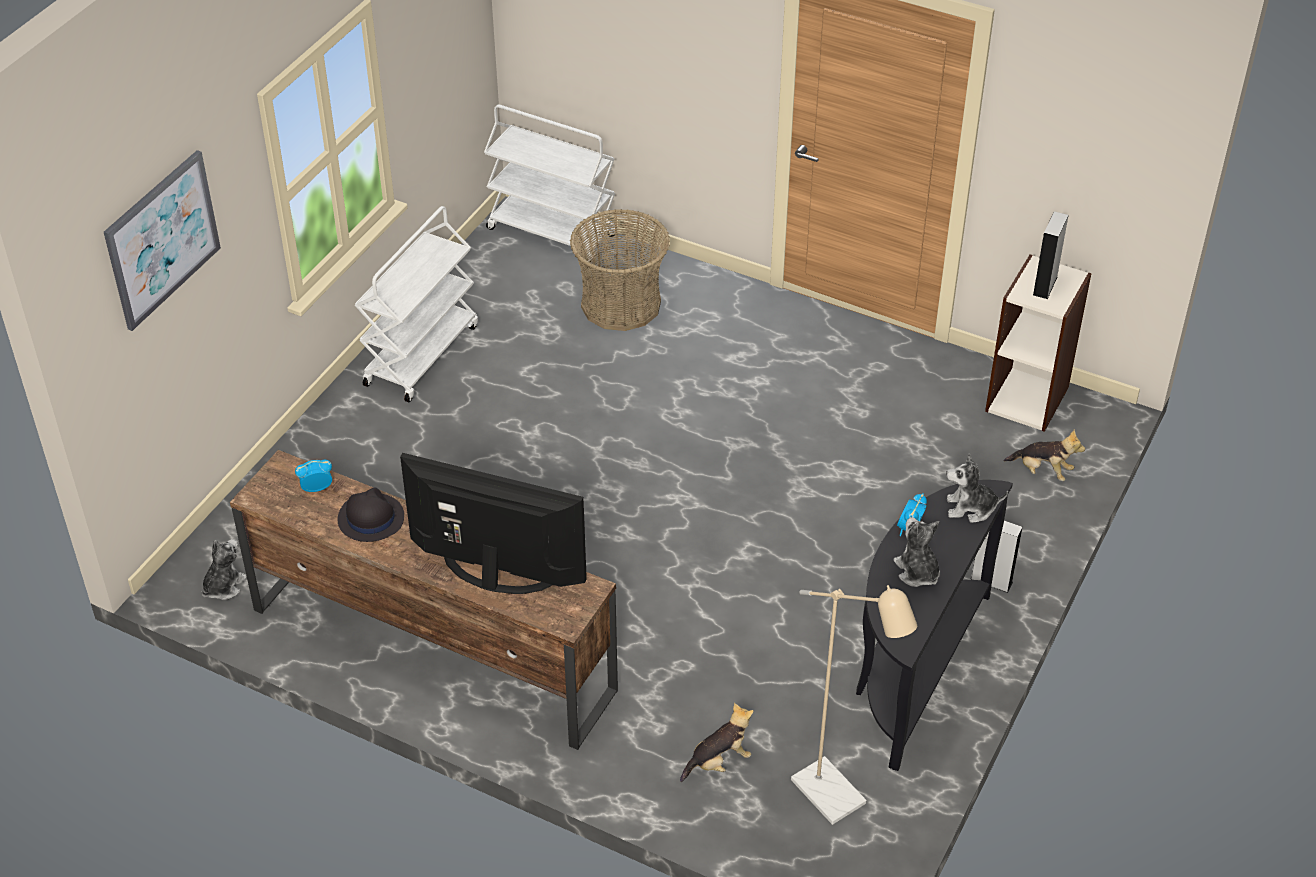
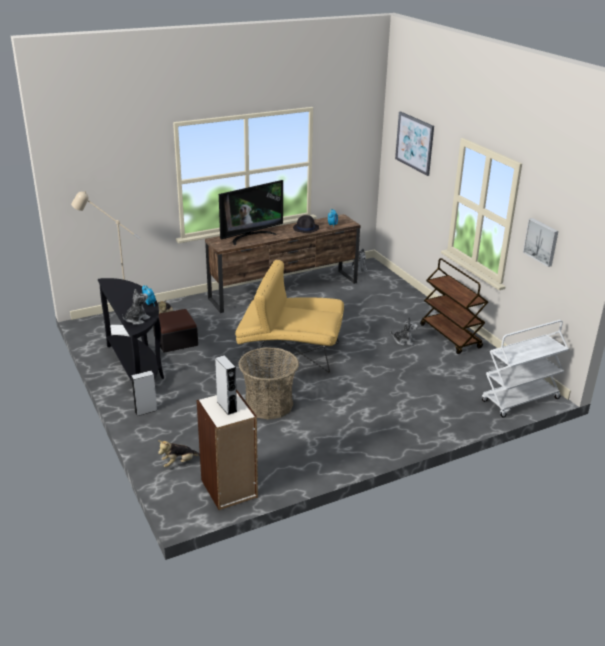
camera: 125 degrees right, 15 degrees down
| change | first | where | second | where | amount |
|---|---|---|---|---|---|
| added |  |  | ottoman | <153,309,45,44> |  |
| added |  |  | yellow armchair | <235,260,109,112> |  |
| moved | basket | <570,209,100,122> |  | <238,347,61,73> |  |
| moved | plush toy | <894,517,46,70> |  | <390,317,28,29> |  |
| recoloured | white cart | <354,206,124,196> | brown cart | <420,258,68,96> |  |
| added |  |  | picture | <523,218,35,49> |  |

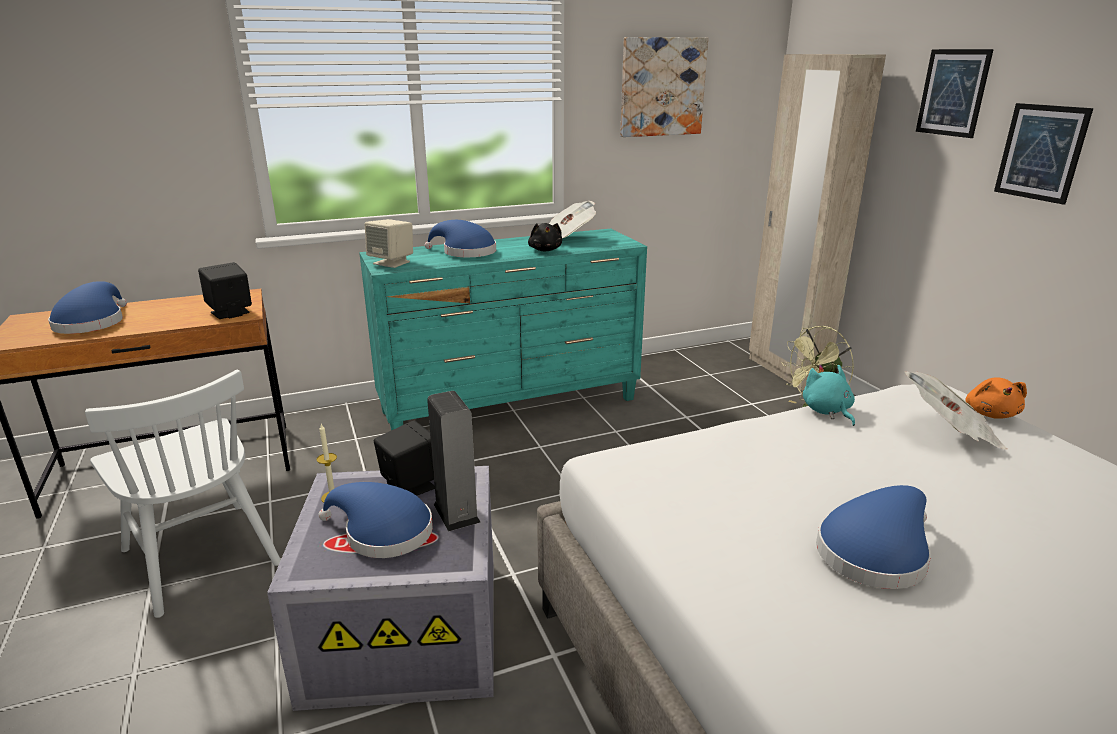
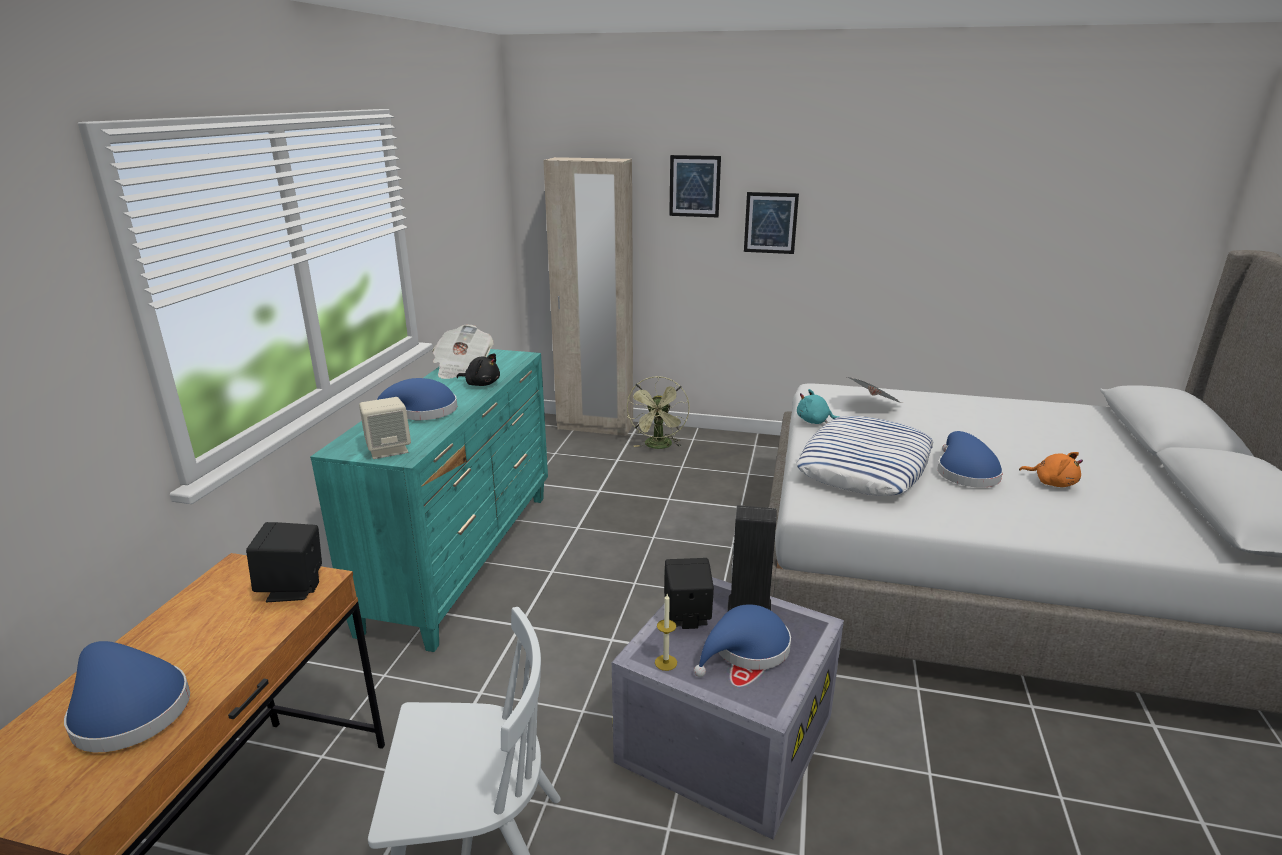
camera: 55 degrees left, 0 degrees up
| change | first | where | second | where | amount |
|---|---|---|---|---|---|
| added |  |  | pillow | <796,416,138,80> |  |
| moved | orange plush toy | <965,377,62,42> |  | <1019,452,64,35> |  |
| removed | picture | <620,37,88,100> |  |  |  |

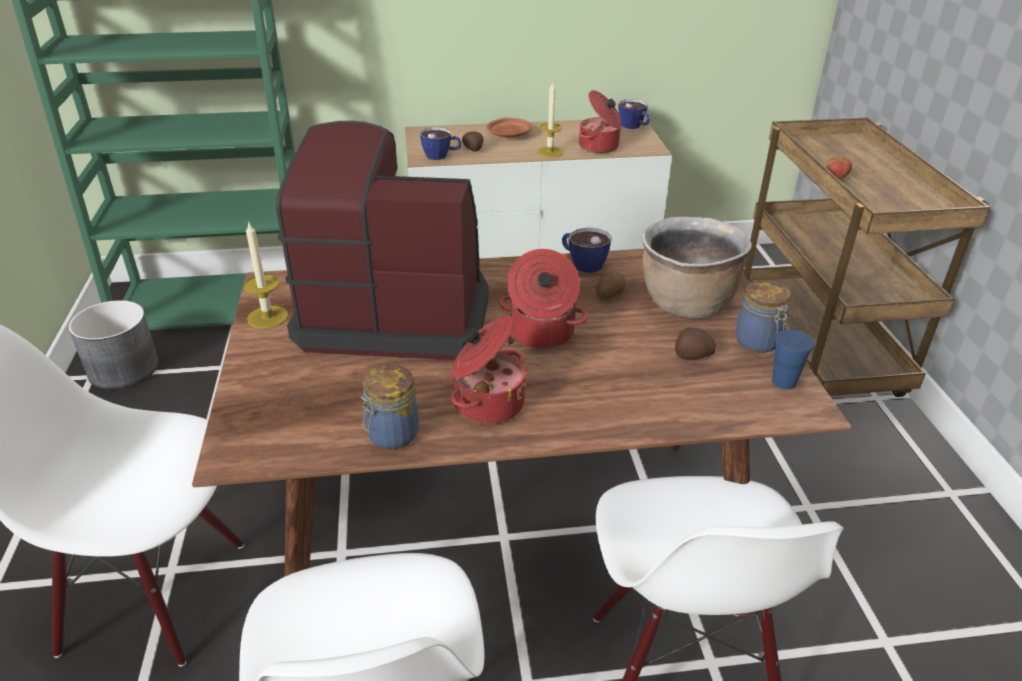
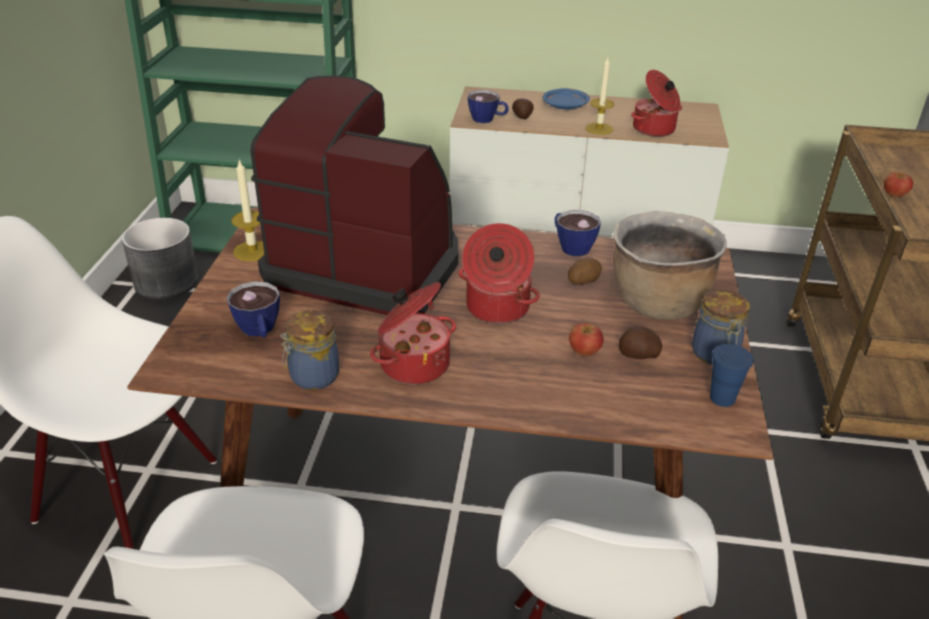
camera: 15 degrees right, 0 degrees up
| change | first | where | second | where | amount |
|---|---|---|---|---|---|
| moved | cup | <618,99,32,30> |  | <227,281,53,57> |  |
| recoloured | brown plate | <487,118,45,20> | blue plate | <543,88,47,22> |  |
| added |  |  | apple | <569,323,35,33> |  |

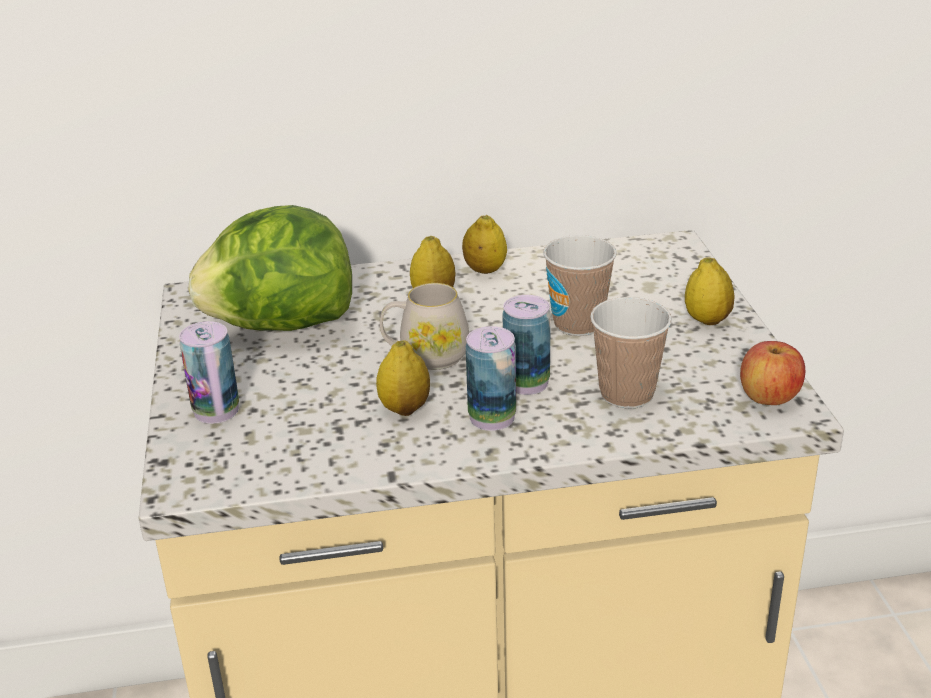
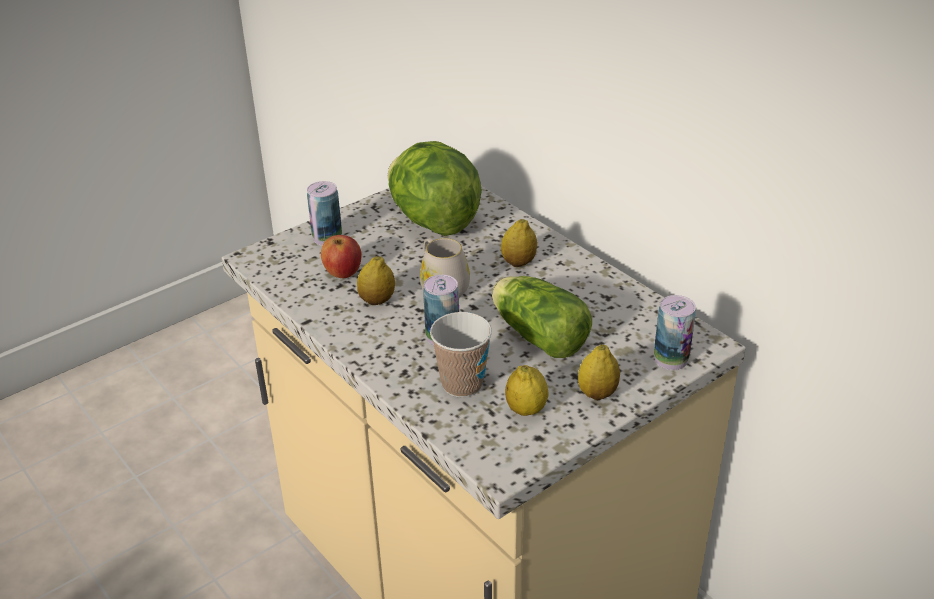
camera: 60 degrees right, 5 degrees up
| change | first | where | second | where | amount |
|---|---|---|---|---|---|
| moved | apple | <740,341,65,64> |  | <321,235,40,43> |  |
| replaced | cup | <543,235,74,101> | lettuce | <492,276,100,82> |  |
| moved | lemon | <462,215,45,59> |  | <505,365,43,51> |  |
| moved | can | <466,326,50,105> |  | <654,295,42,75> |  |

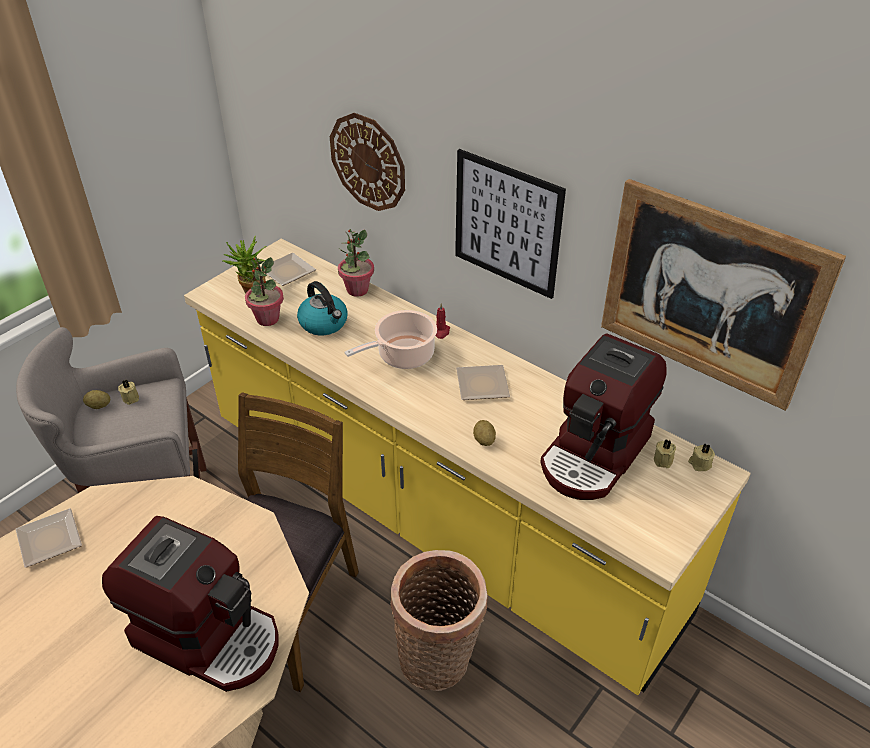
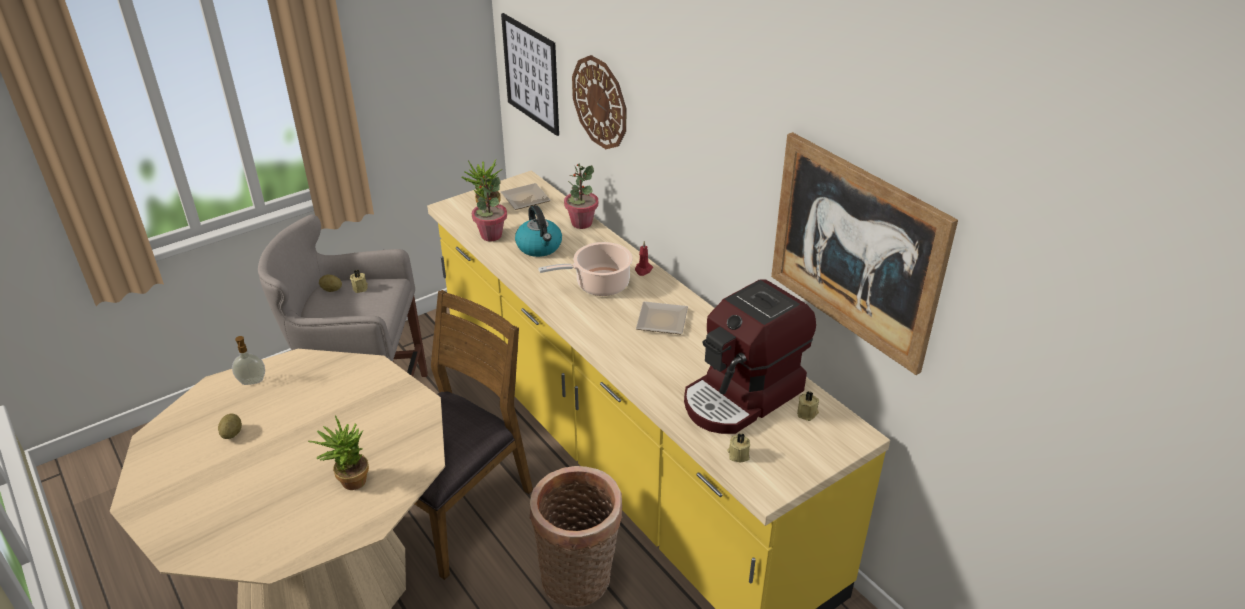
camera: 15 degrees right, 5 degrees down
| change | first | where | second | where | amount |
|---|---|---|---|---|---|
| moved | potato | <473,420,23,26> |  | <218,414,24,25> |  |
| replaced | plate | <16,508,66,60> | soap dispenser | <232,336,33,49> |  |
| replaced | coffee machine | <102,516,177,176> | potted plant | <308,415,61,75> |  |
| moved | picture | <455,149,111,150> |  | <501,13,58,123> |  |
| moved | beige candle | <688,443,27,28> |  | <727,433,23,29> |  |

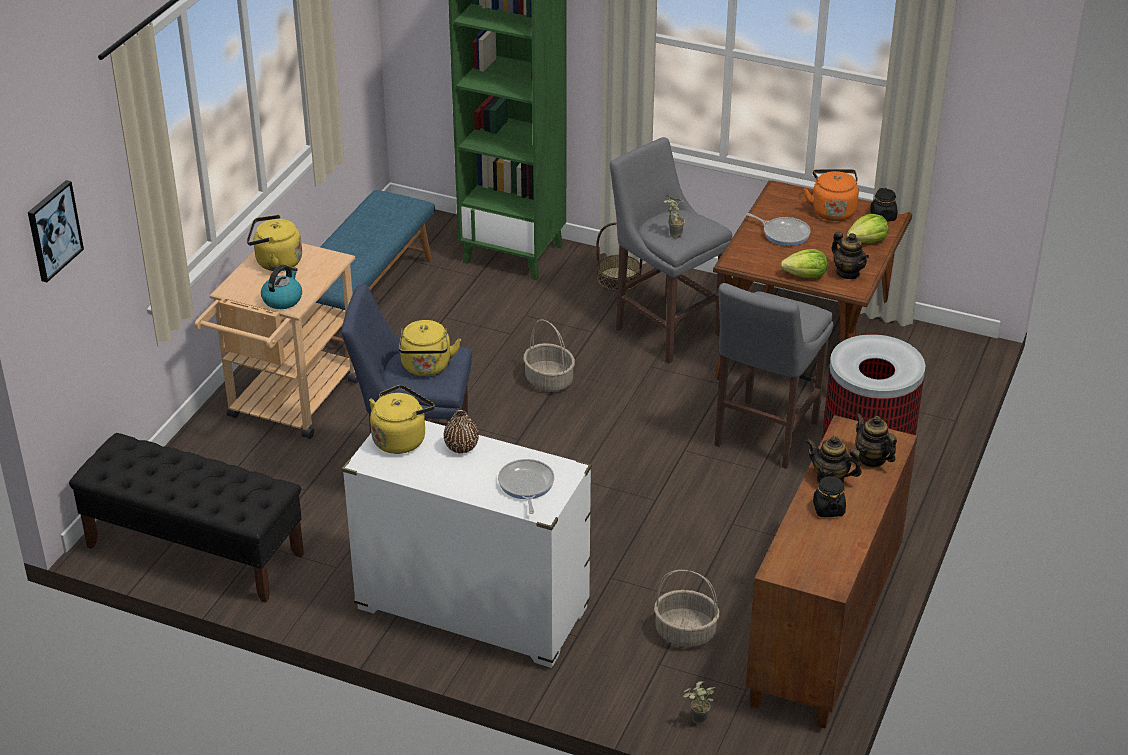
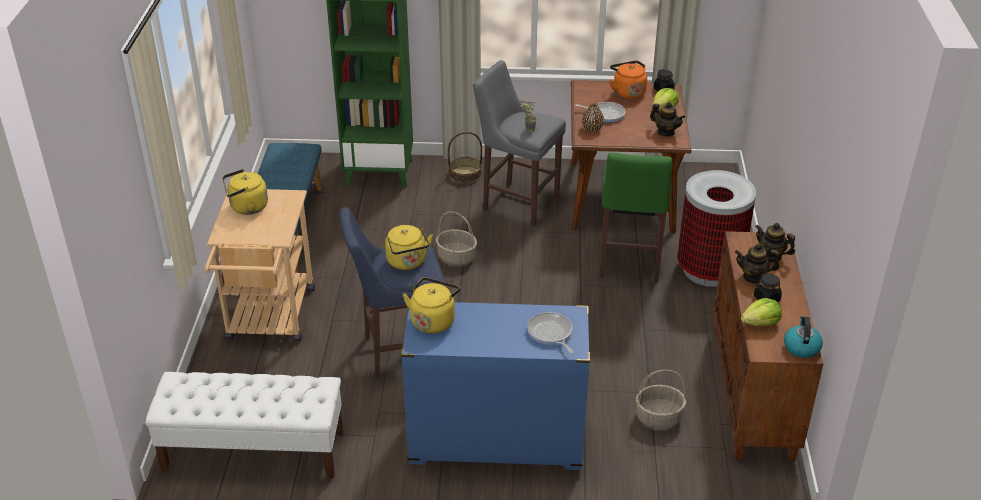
camera: 20 degrees left, 0 degrees up
| change | first | where | second | where | amount |
|---|---|---|---|---|---|
| recoloured | black bench | <69,433,235,170> | white bench | <145,372,198,107> |  |
| recoloured | white dresser | <342,421,250,247> | blue dresser | <401,302,189,168> |  |
| moved | brown vase | <444,410,35,44> |  | <582,103,22,29> |  |
| recoloured | grey stool | <714,283,119,186> | green stool | <600,152,73,130> |  |
| moved | lettuce | <780,249,47,29> |  | <741,298,41,28> |  |
| moved | kettle | <261,265,41,44> |  | <784,316,39,42> |  |
| removed | picture | <28,180,56,102> |  |  |  |
| removed | potted plant | <683,681,33,44> |  |  |  |

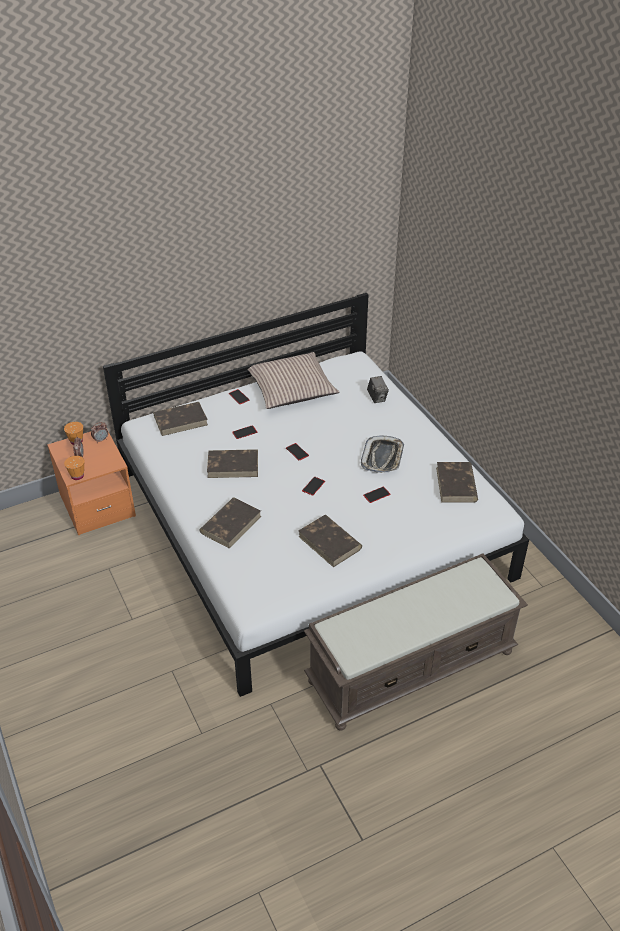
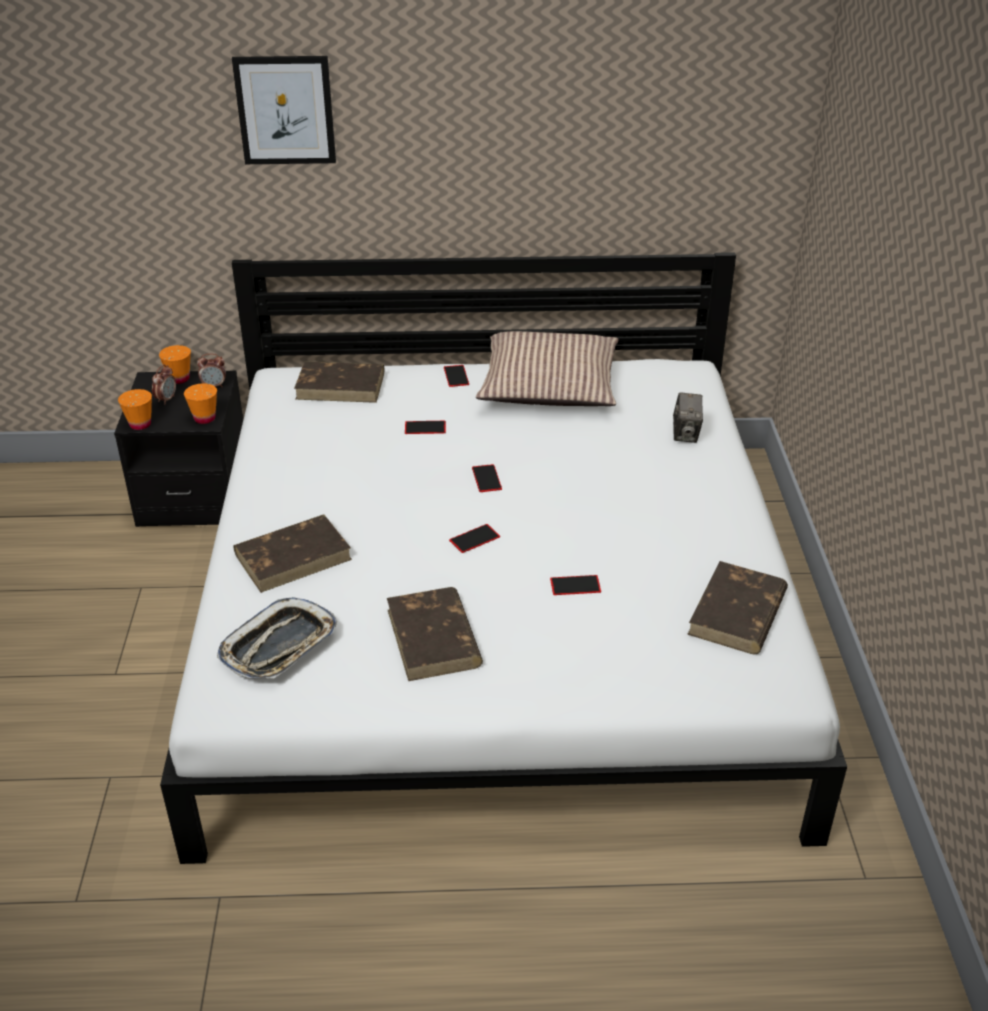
camera: 25 degrees right, 5 degrees down
| change | first | where | second | where | amount |
|---|---|---|---|---|---|
| recoloured | orange nightstand | <47,428,89,107> | black nightstand | <114,371,129,156> |  |
| added |  |  | orange cup | <184,383,33,41> |  |
| moved | tray | <361,436,43,37> |  | <217,597,120,81> |  |
| added |  |  | picture | <232,56,104,108> |  |
| removed | brown book | <207,449,51,29> |  |  |  |
| removed | brown bench | <304,553,224,177> |  |  |  |

